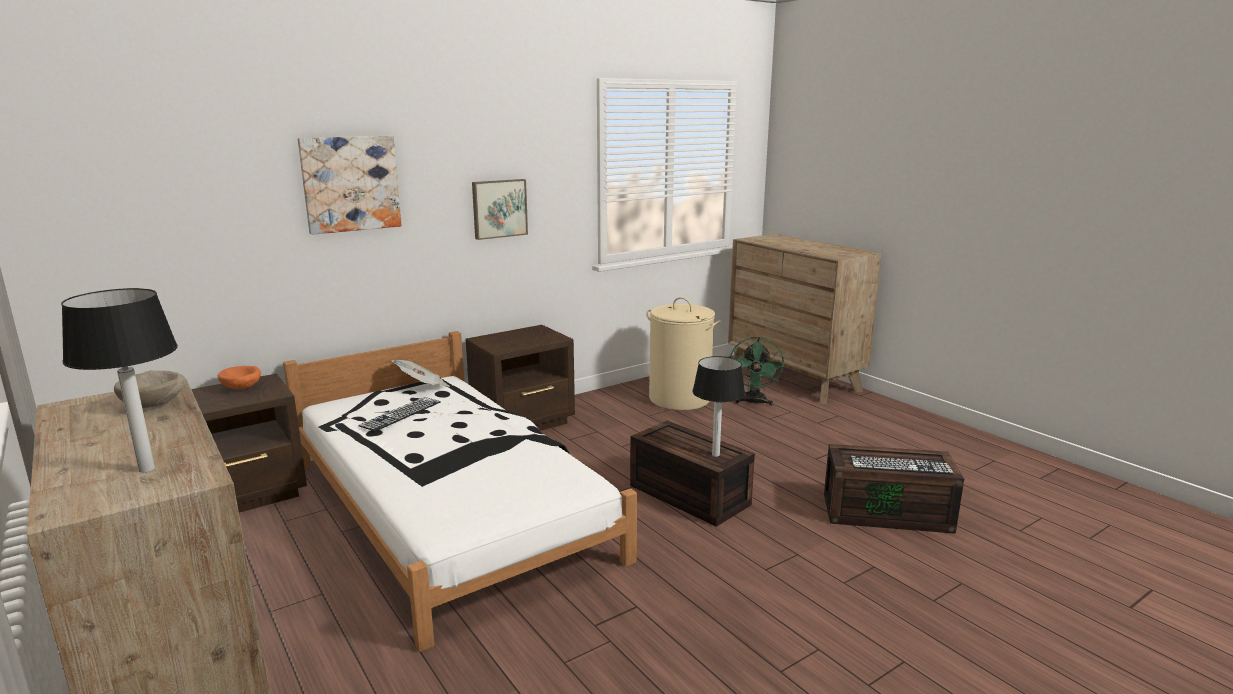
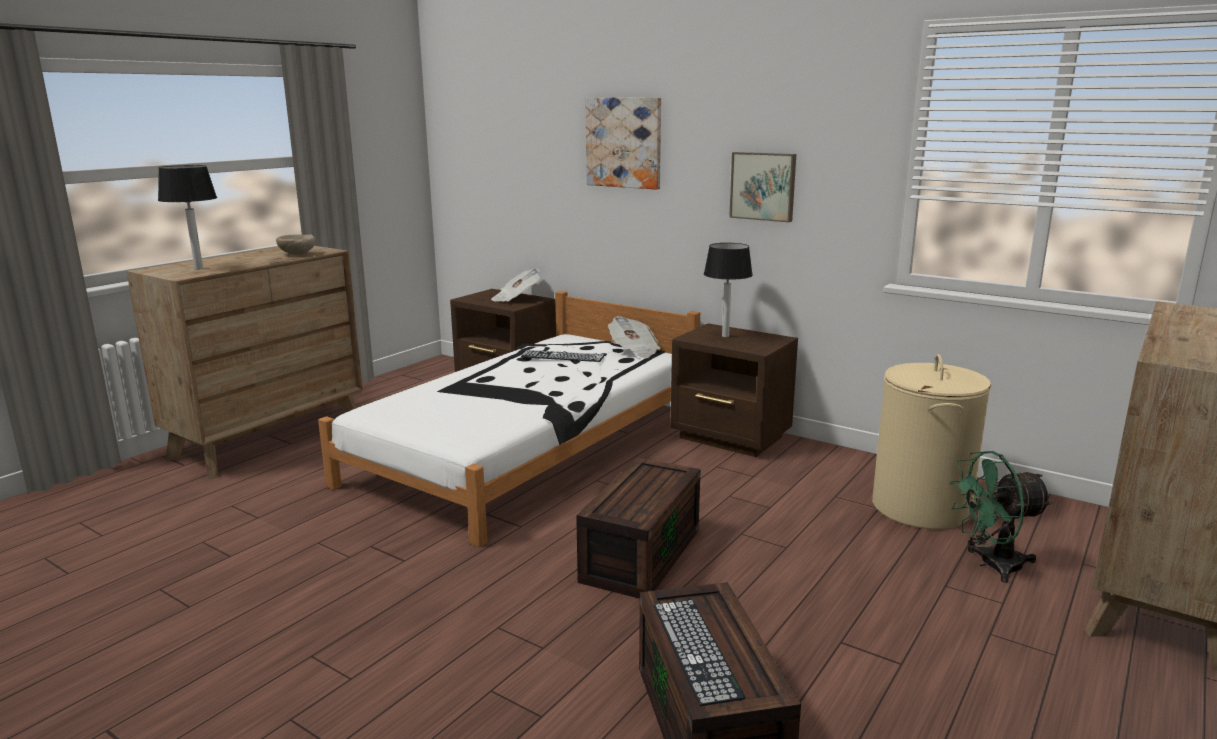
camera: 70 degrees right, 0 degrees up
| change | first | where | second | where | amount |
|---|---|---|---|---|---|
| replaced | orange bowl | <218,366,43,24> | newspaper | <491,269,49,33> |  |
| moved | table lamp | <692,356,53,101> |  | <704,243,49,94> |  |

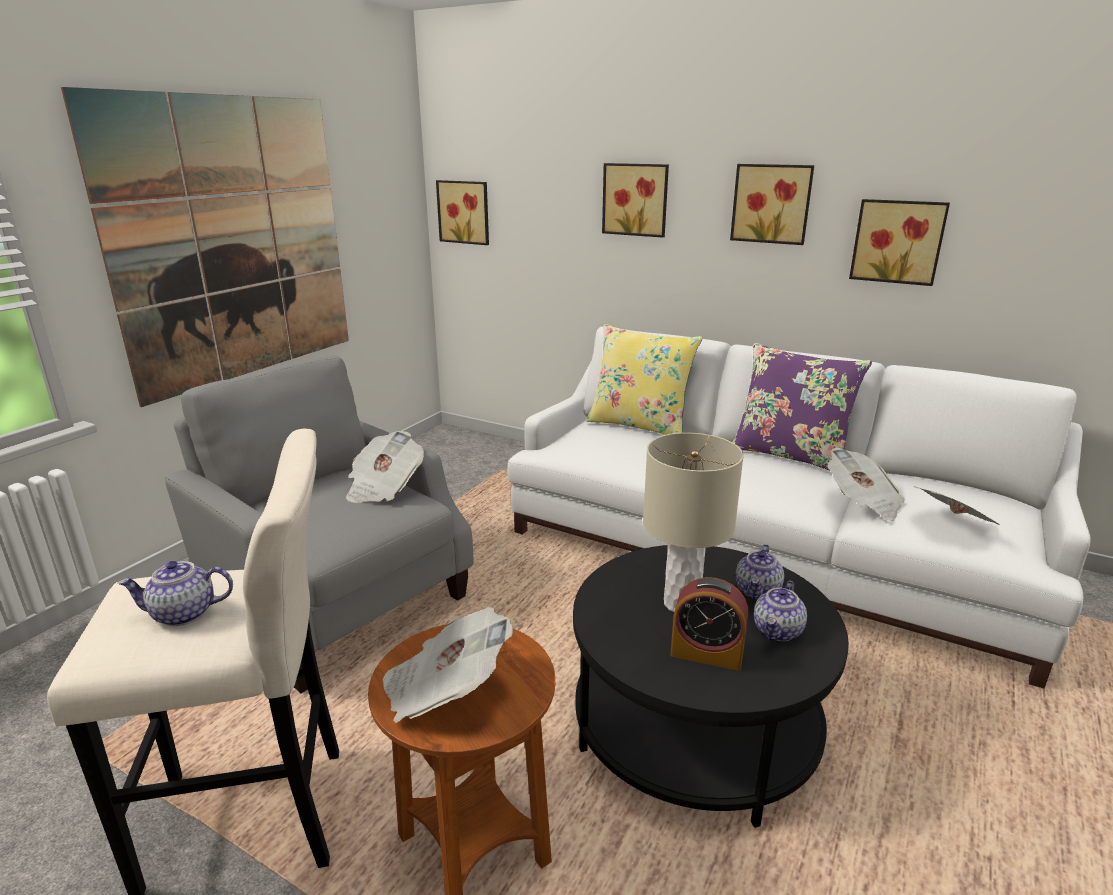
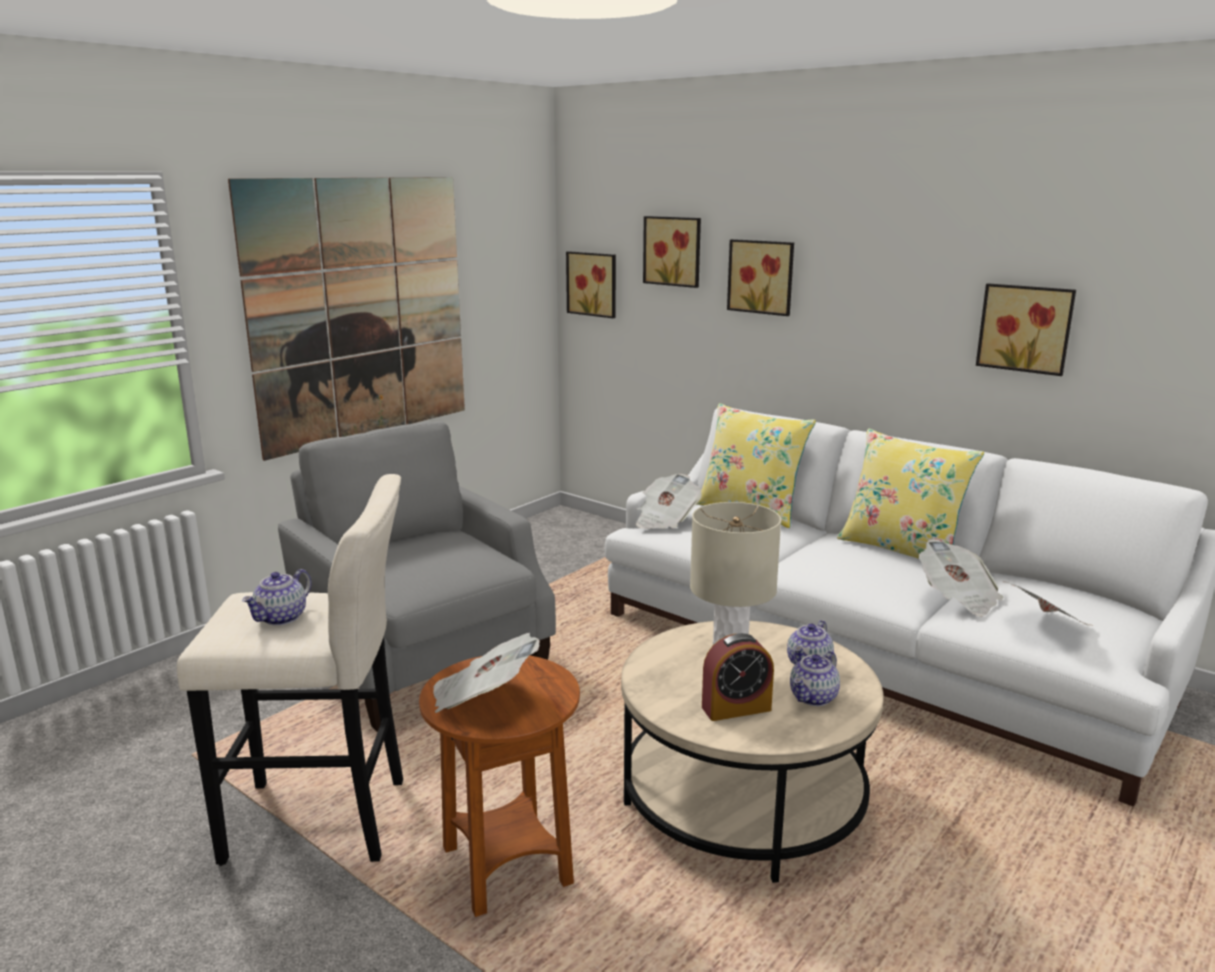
camera: 10 degrees right, 5 degrees down
| change | first | where | second | where | amount |
|---|---|---|---|---|---|
| turned | teapot | <118,561,115,65> |  | <242,569,70,56> | 60 degrees counterclockwise |
| recoloured | black coffee table | <573,545,276,283> | beige coffee table | <621,621,263,262> |  |
| moved | newspaper | <346,431,78,72> |  | <636,474,66,55> |  |
| moved | picture | <730,164,84,81> |  | <643,216,58,72> |  |
| turned | alarm clock | <671,577,77,94> |  | <702,633,72,88> | 45 degrees counterclockwise |
| recoloured | purple pillow | <732,343,140,128> | yellow pillow | <837,428,147,131> |  |

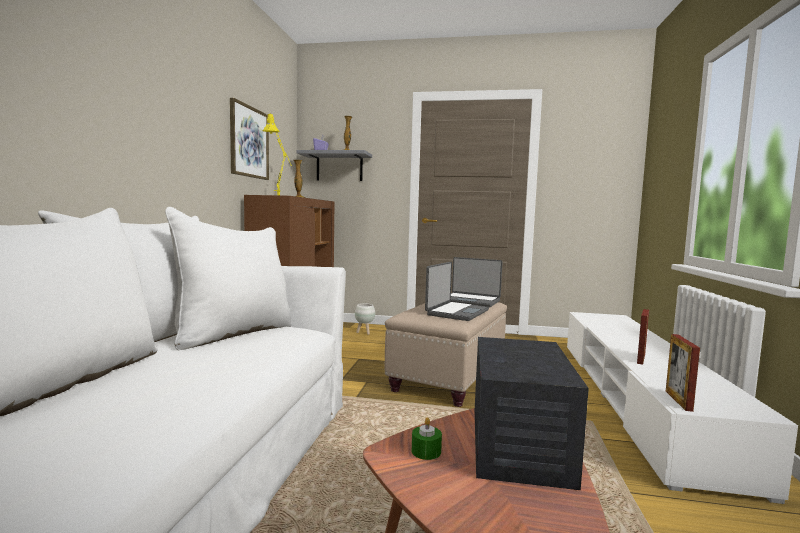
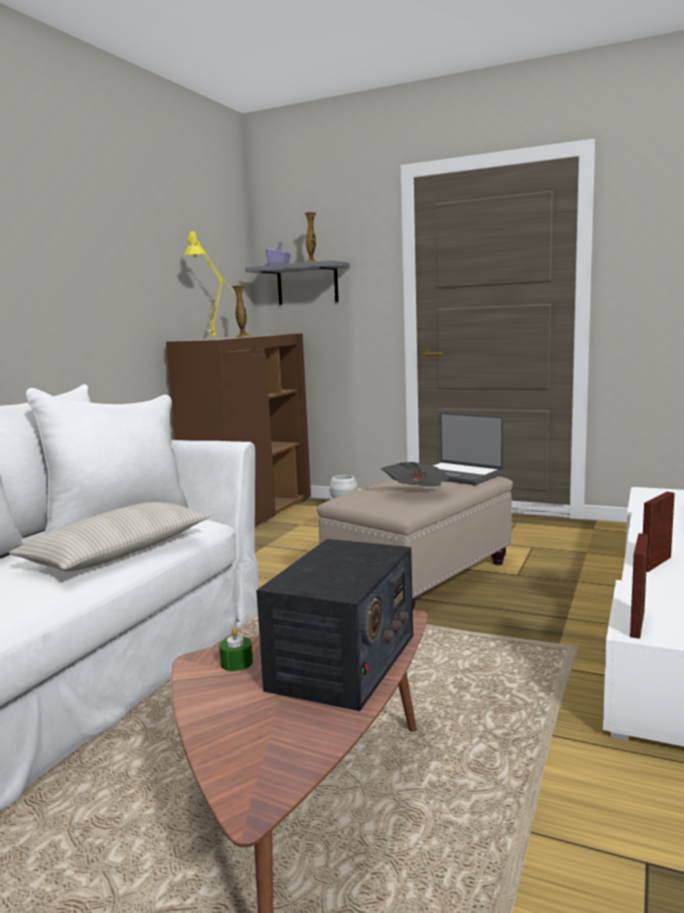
camera: 15 degrees right, 5 degrees up
| change | first | where | second | where | amount |
|---|---|---|---|---|---|
| added |  |  | beige pillow | <9,502,201,70> |  |
| replaced | laptop | <425,262,64,59> | newspaper | <381,462,70,25> |  |
| removed | picture | <230,98,39,82> |  |  |  |

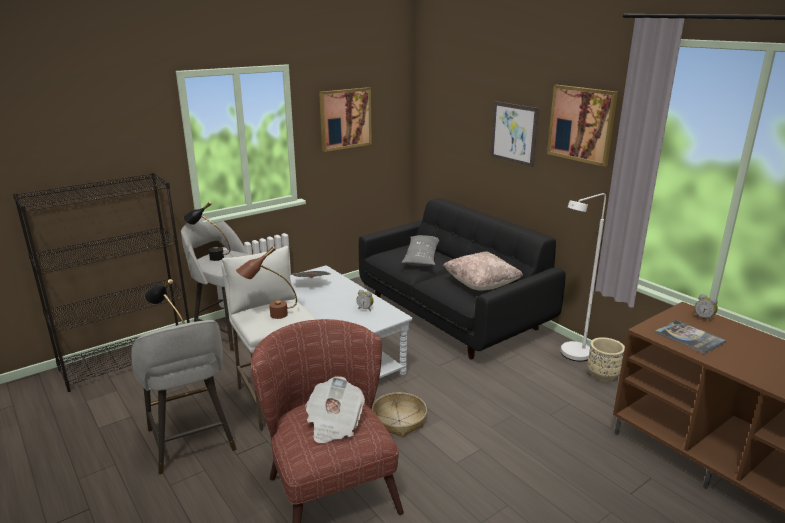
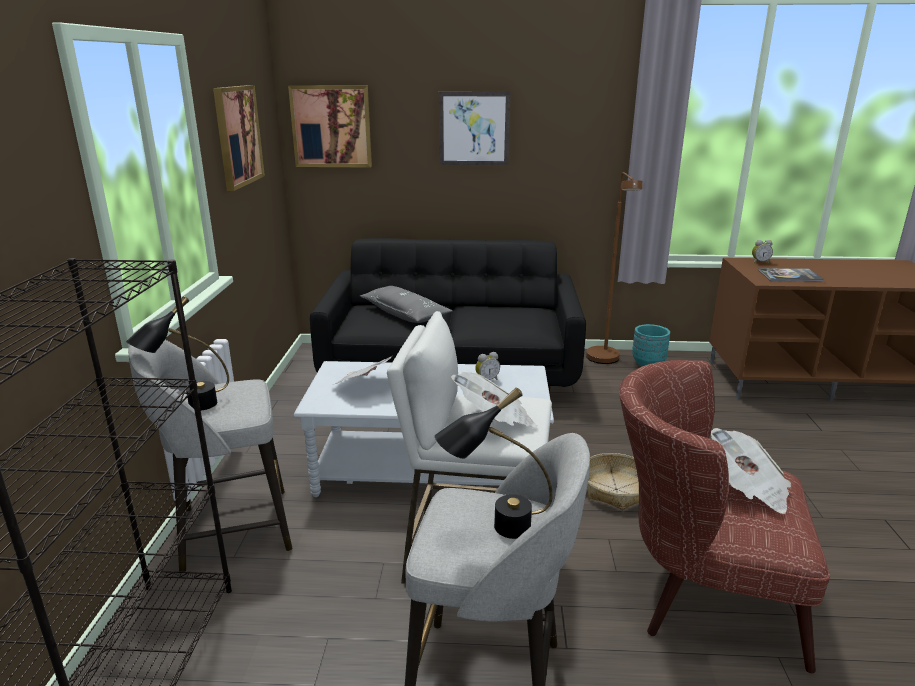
camera: 50 degrees left, 0 degrees up
| change | first | where | second | where | amount |
|---|---|---|---|---|---|
| moved | picture | <547,85,71,82> |  | <288,85,84,83> |  |
| replaced | brown table lamp | <236,246,61,73> | newspaper | <451,372,86,55> |  |
| recoloured | white floor lamp | <561,193,45,169> | brown floor lamp | <586,172,57,192> |  |
| recoloured | beige planter | <588,337,37,44> | turquoise planter | <632,324,38,42> |  |
| removed | beige pillow | <443,252,80,39> |  |  |  |

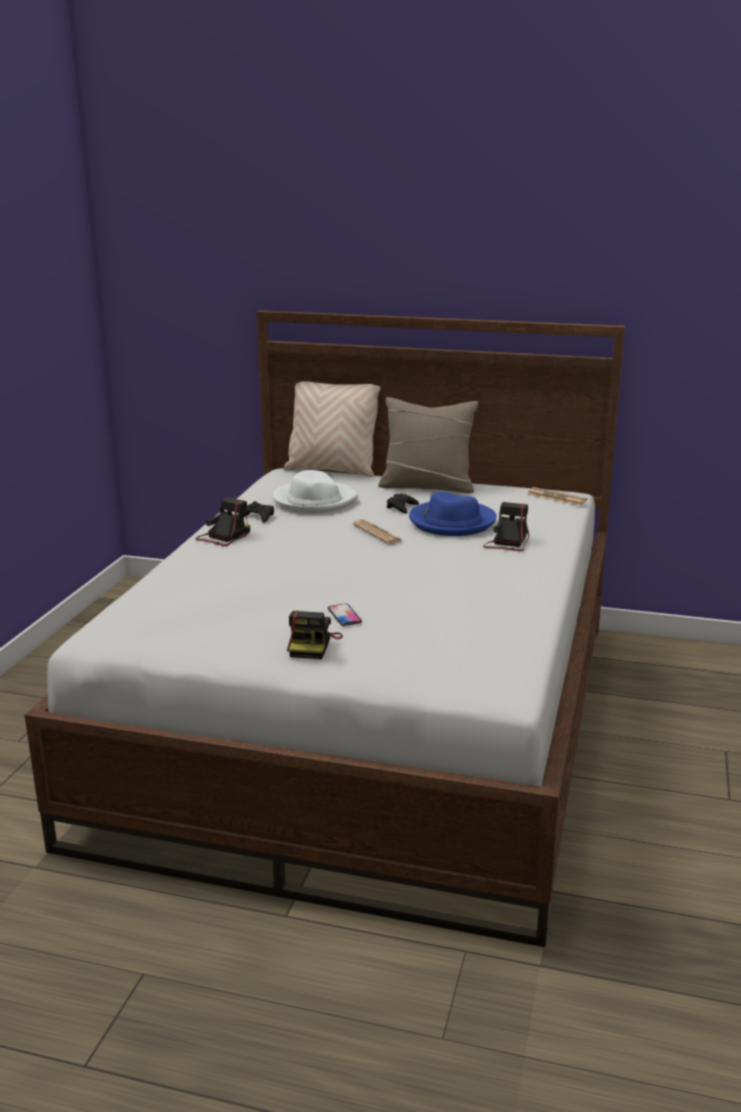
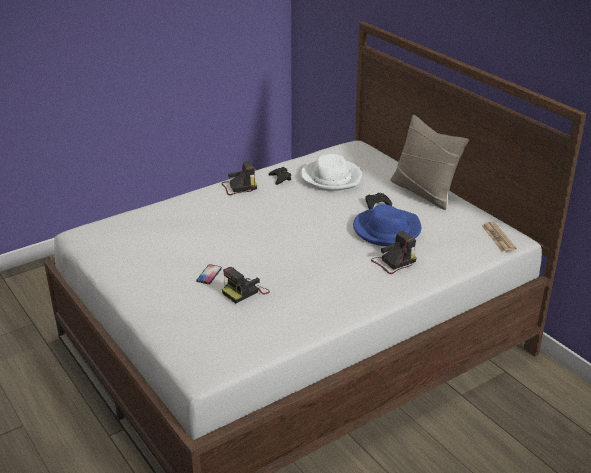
camera: 40 degrees right, 10 degrees up
| change | first | where | second | where | amount |
|---|---|---|---|---|---|
| moved | photo camera | <287,610,56,49> |  | <222,267,48,36> |  |
| removed | beige pillow | <284,381,96,96> |  |  |  |
| removed | newspaper | <353,519,50,25> |  |  |  |

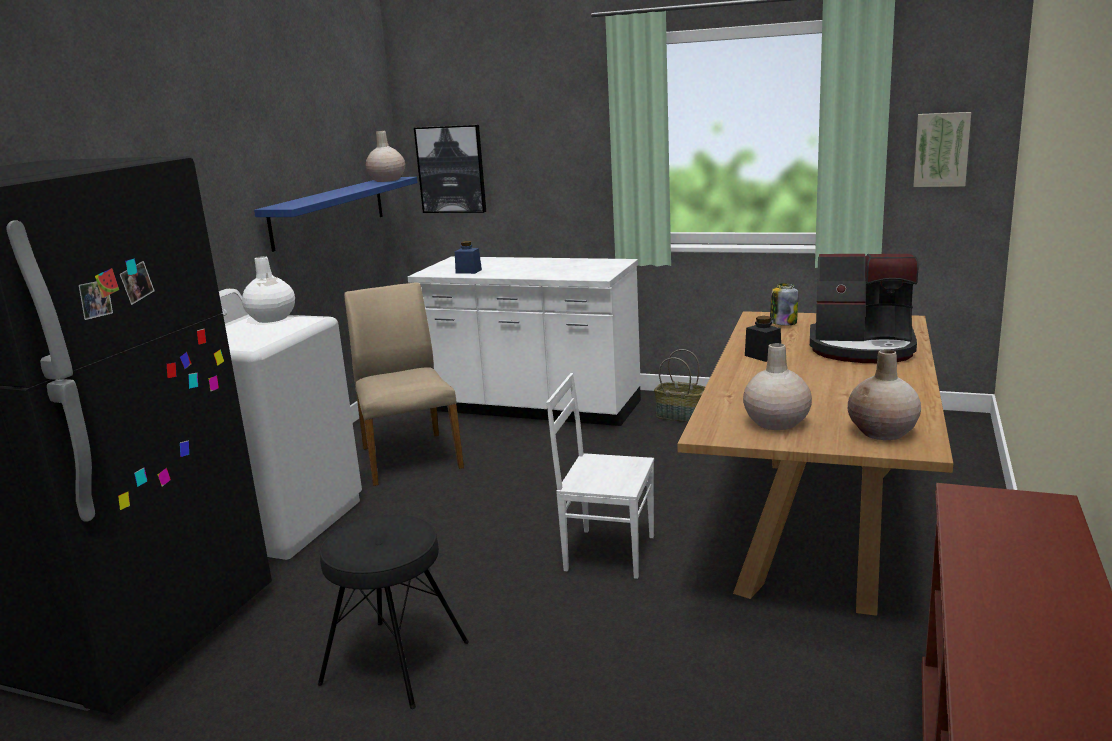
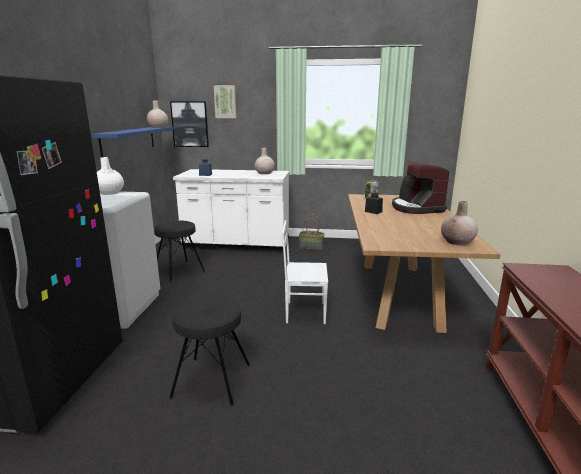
camera: 15 degrees left, 0 degrees up
| change | first | where | second | where | amount |
|---|---|---|---|---|---|
| replaced | beige chair | <344,282,120,204> | black stool | <154,220,51,62> |  |
| moved | picture | <913,112,58,75> |  | <214,85,22,33> |  |
| moved | beige vase | <743,343,69,87> |  | <255,148,20,26> |  |
| turned | coffee machine | <810,254,108,109> |  | <392,162,57,52> | 75 degrees clockwise |

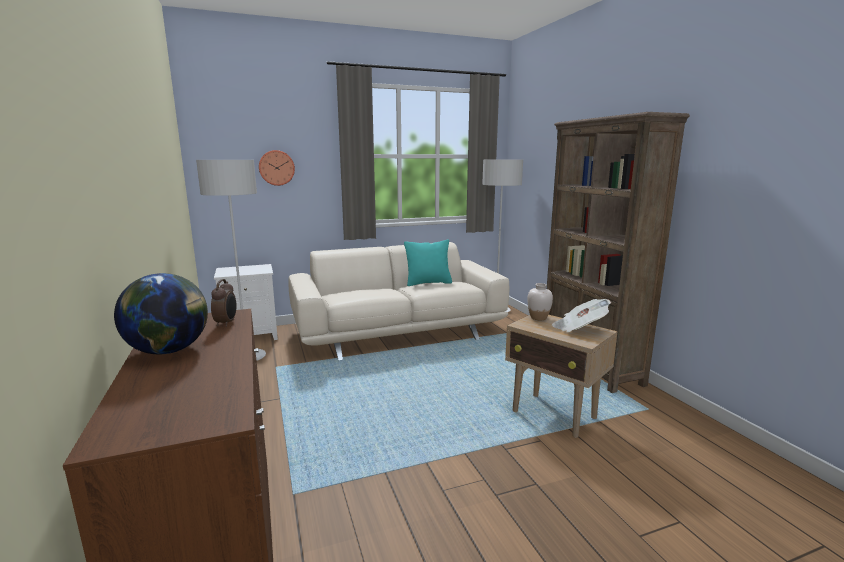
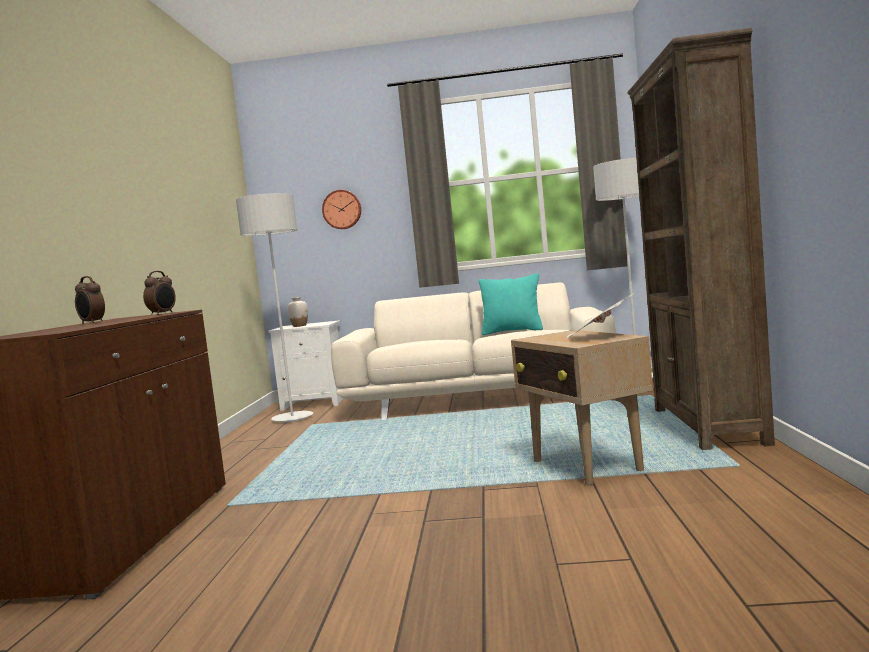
camera: 25 degrees right, 10 degrees down
| change | first | where | second | where | amount |
|---|---|---|---|---|---|
| replaced | globe | <114,273,94,81> | alarm clock | <75,276,30,48> |  |
| moved | white vase | <527,283,26,37> |  | <287,297,21,30> |  |

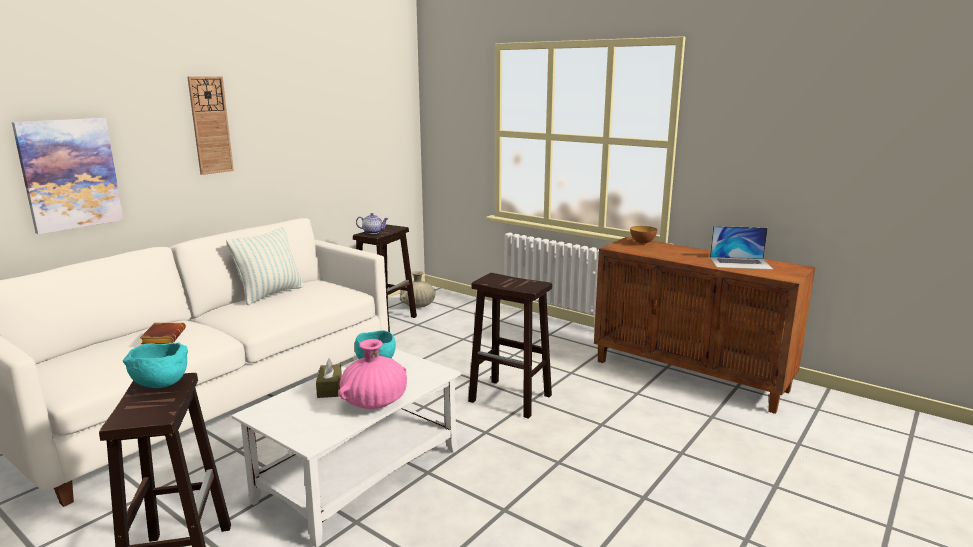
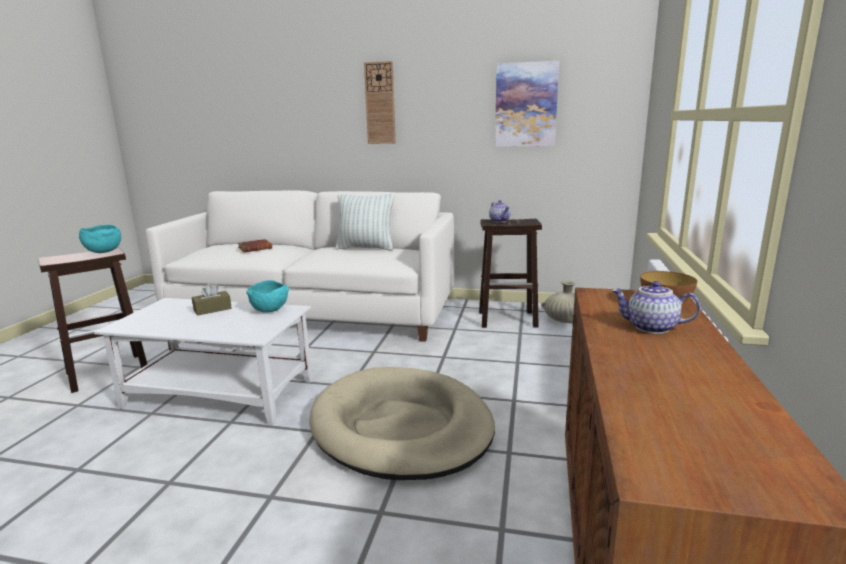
camera: 65 degrees right, 0 degrees up
| change | first | where | second | where | amount |
|---|---|---|---|---|---|
| replaced | brown stool | <468,273,84,146> | beige dog bed | <309,367,186,113> |  |
| moved | picture | <12,118,112,116> |  | <495,61,64,86> |  |
| added |  |  | teapot | <611,281,89,53> |  |
| removed | pink vase | <338,339,69,70> |  |  |  |
| removed | laptop | <710,226,64,44> |  |  |  |

